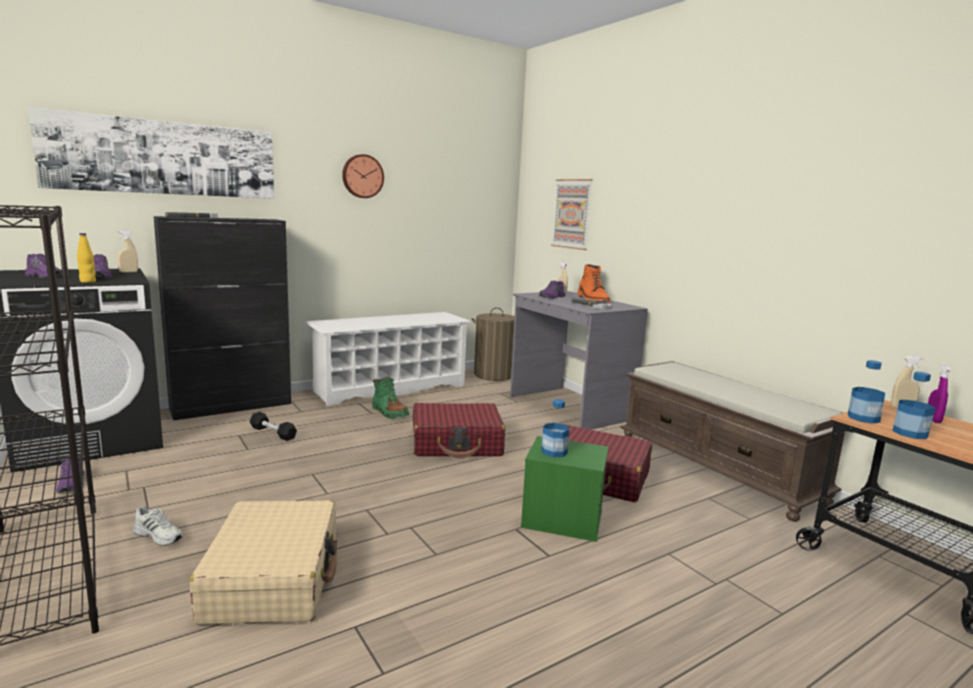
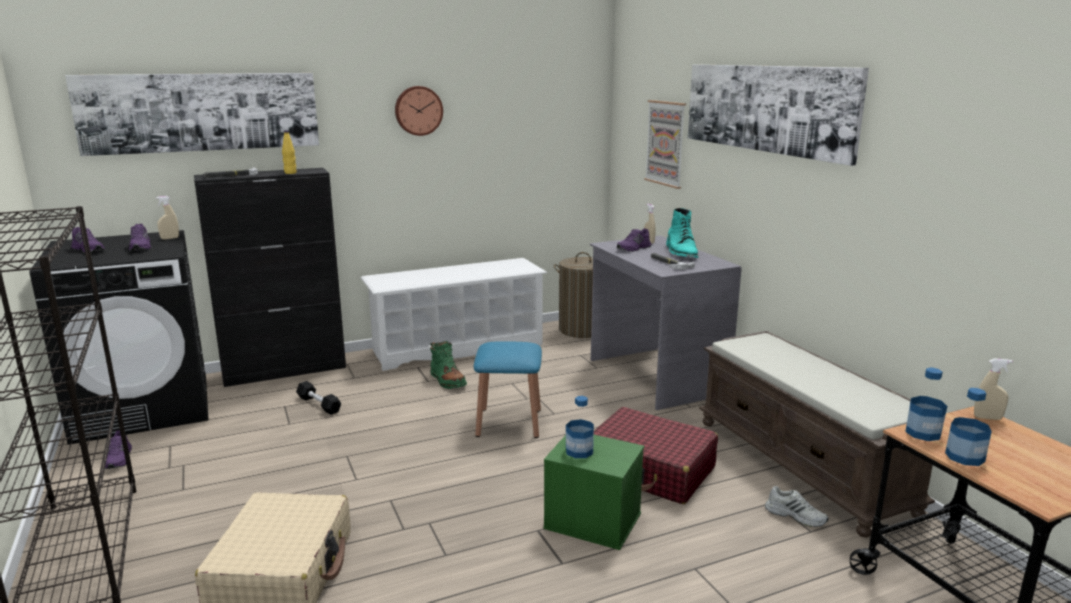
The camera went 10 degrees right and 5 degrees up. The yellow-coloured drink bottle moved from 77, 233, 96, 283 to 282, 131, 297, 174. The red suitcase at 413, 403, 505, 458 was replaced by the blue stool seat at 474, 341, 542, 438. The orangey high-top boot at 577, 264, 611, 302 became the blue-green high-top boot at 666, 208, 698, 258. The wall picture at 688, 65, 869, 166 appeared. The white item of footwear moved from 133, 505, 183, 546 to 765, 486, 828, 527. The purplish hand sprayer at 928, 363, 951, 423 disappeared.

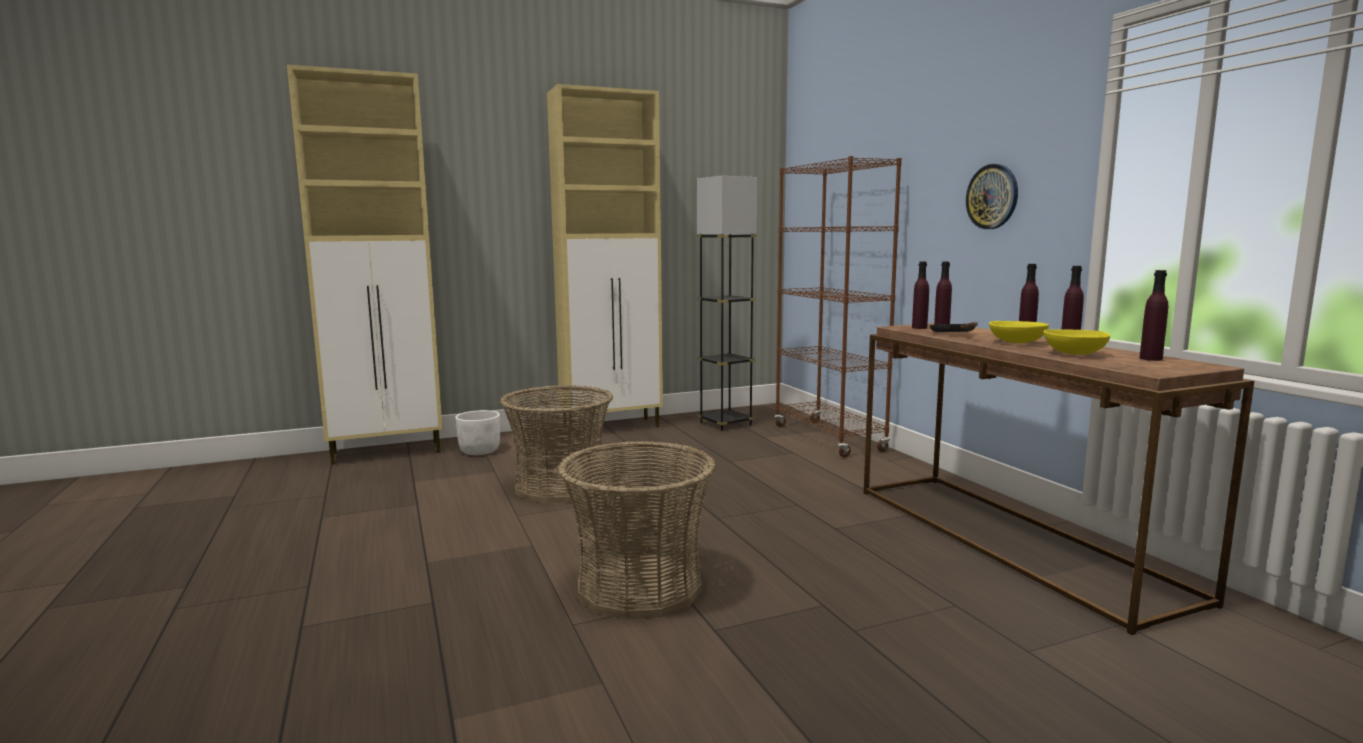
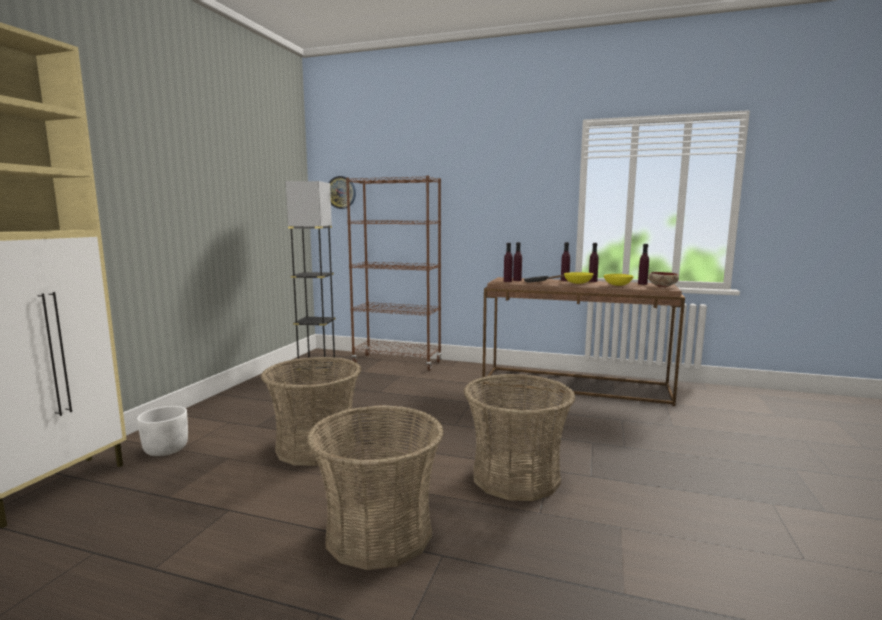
The camera went 50 degrees left and 0 degrees up. The storage basket at 307, 405, 444, 570 appeared. The clock on the wall moved from 966, 164, 1018, 229 to 329, 176, 356, 209. The deep dish at 648, 272, 679, 288 appeared. The beige storage cabinet at 547, 84, 663, 431 disappeared.

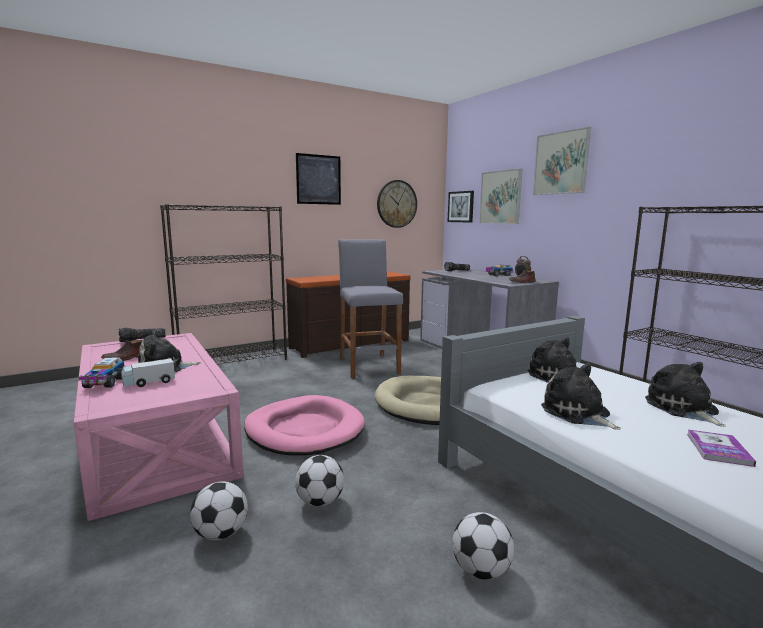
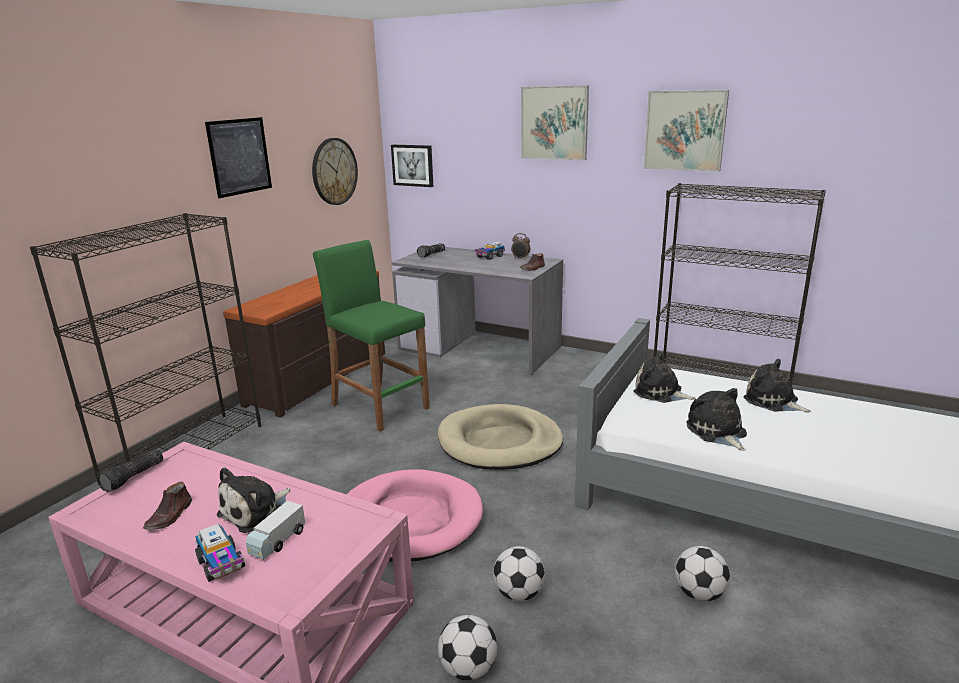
The camera went 30 degrees left and 10 degrees up. The greyish stool seat at 338, 239, 403, 379 became the greenish stool seat at 313, 240, 430, 432. The wall picture moved from 479, 169, 523, 224 to 643, 90, 729, 172. The soft toy at 541, 363, 621, 430 turned 45 degrees clockwise. The bound book at 687, 430, 756, 467 disappeared.

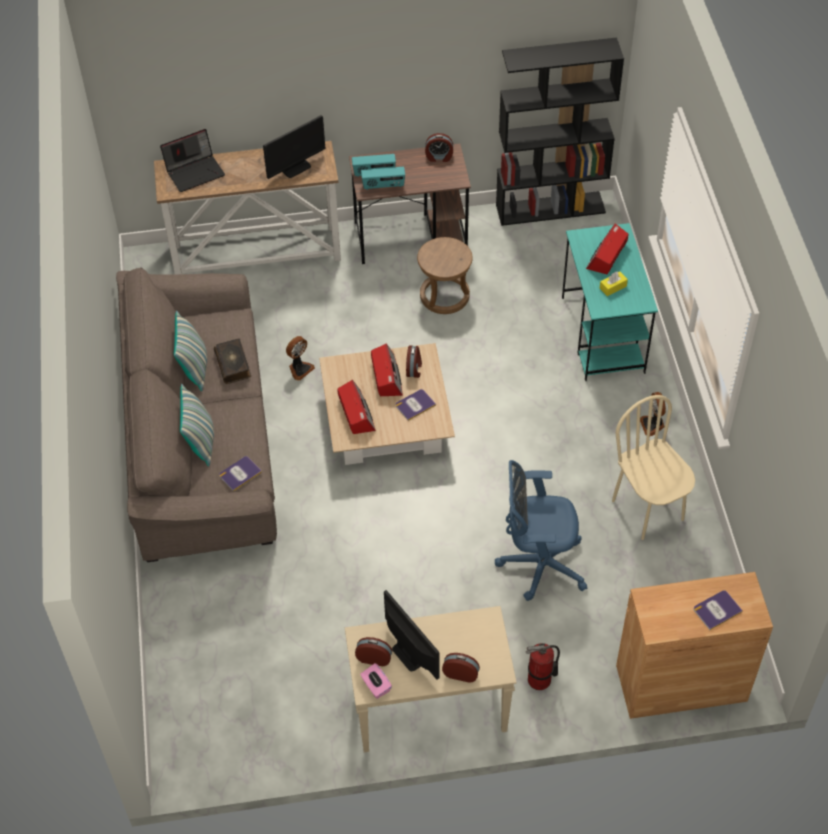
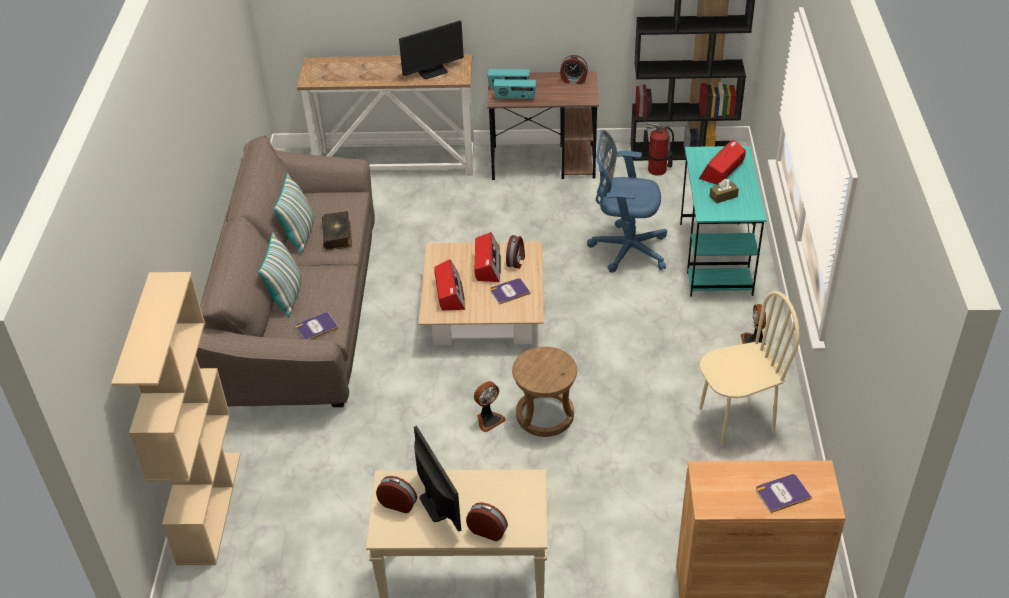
The camera went 10 degrees right and 10 degrees down. The beige bookshelf at 111, 272, 241, 565 appeared. The cooling fan moved from 286, 336, 315, 381 to 474, 381, 506, 432. The brown stool seat moved from 417, 237, 473, 314 to 512, 347, 577, 437. The blue office chair moved from 495, 460, 587, 601 to 587, 130, 667, 273. The fire extinguisher moved from 526, 643, 560, 690 to 646, 123, 674, 175. The beige chair at 612, 395, 695, 540 turned 90 degrees clockwise. The yellow-coloured tissue box at 600, 271, 628, 296 became the brown tissue box at 710, 179, 739, 204. The portable computer at 160, 129, 225, 192 disappeared. The pink tissue box at 360, 663, 392, 699 disappeared.

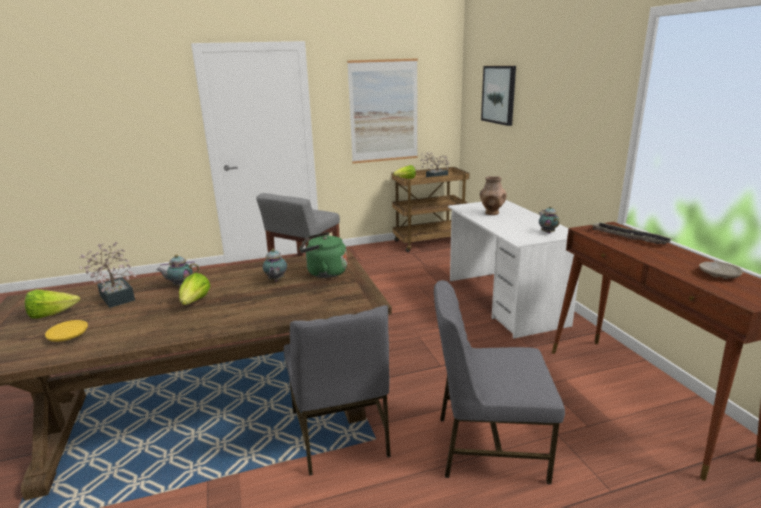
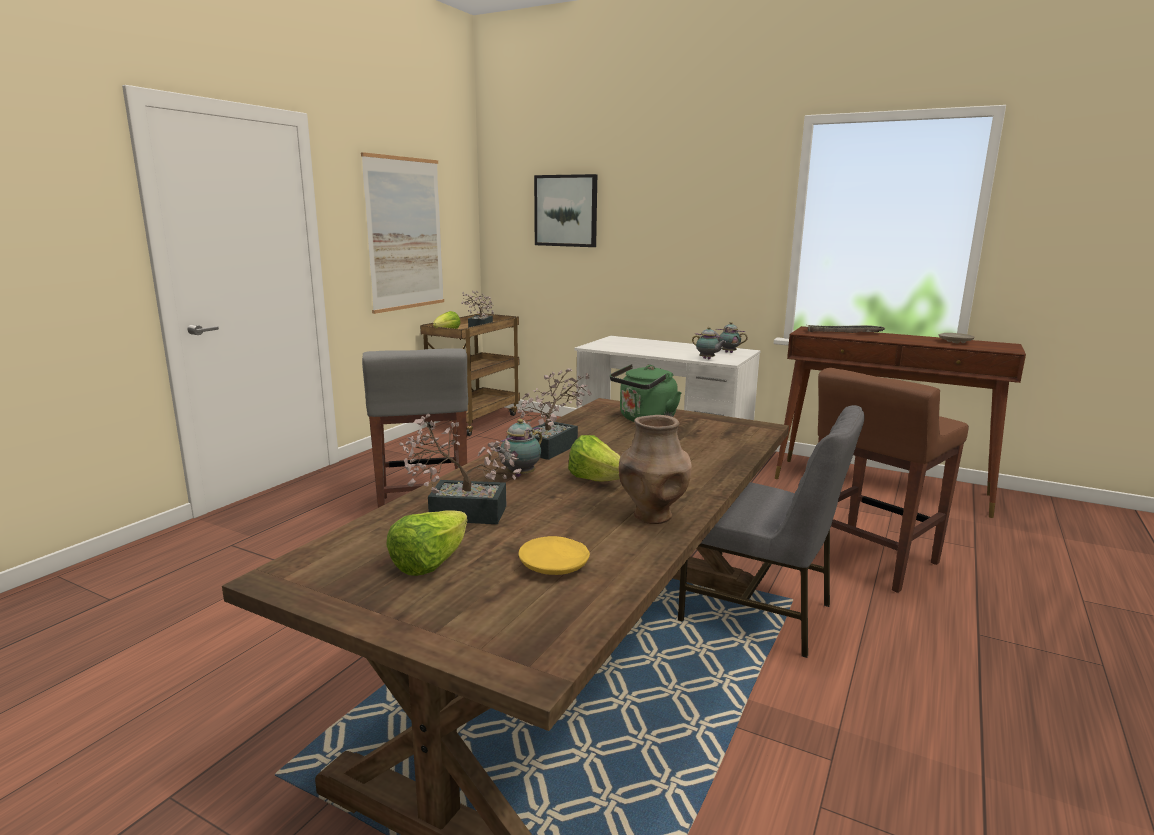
The camera went 45 degrees left and 5 degrees down. The houseplant at 517, 368, 592, 460 appeared. The brown flower vase moved from 480, 176, 507, 215 to 619, 415, 692, 524. The pot for tea moved from 263, 249, 287, 281 to 692, 327, 726, 359. The greyish chair at 434, 280, 565, 484 was replaced by the brown stool seat at 818, 368, 969, 593.

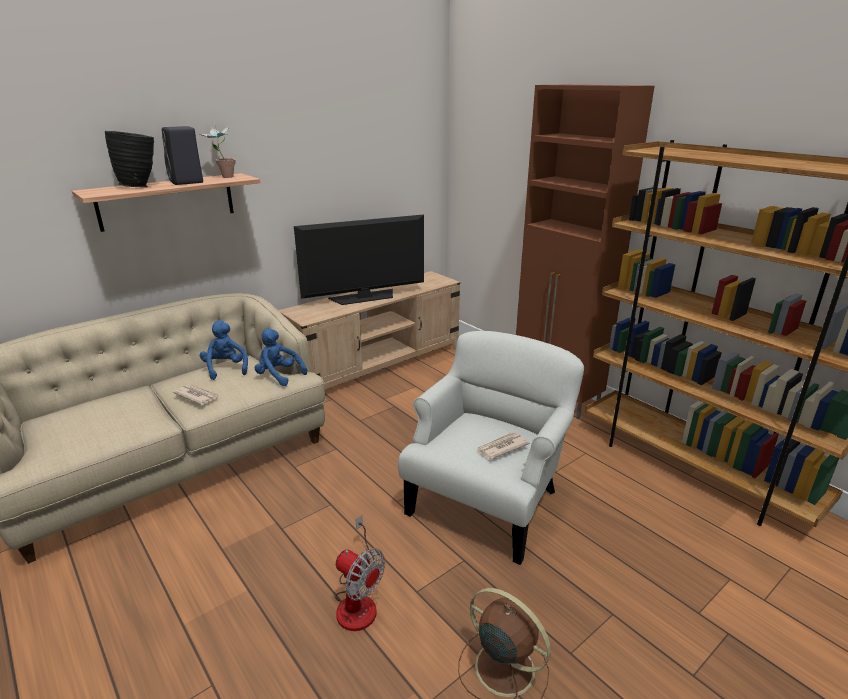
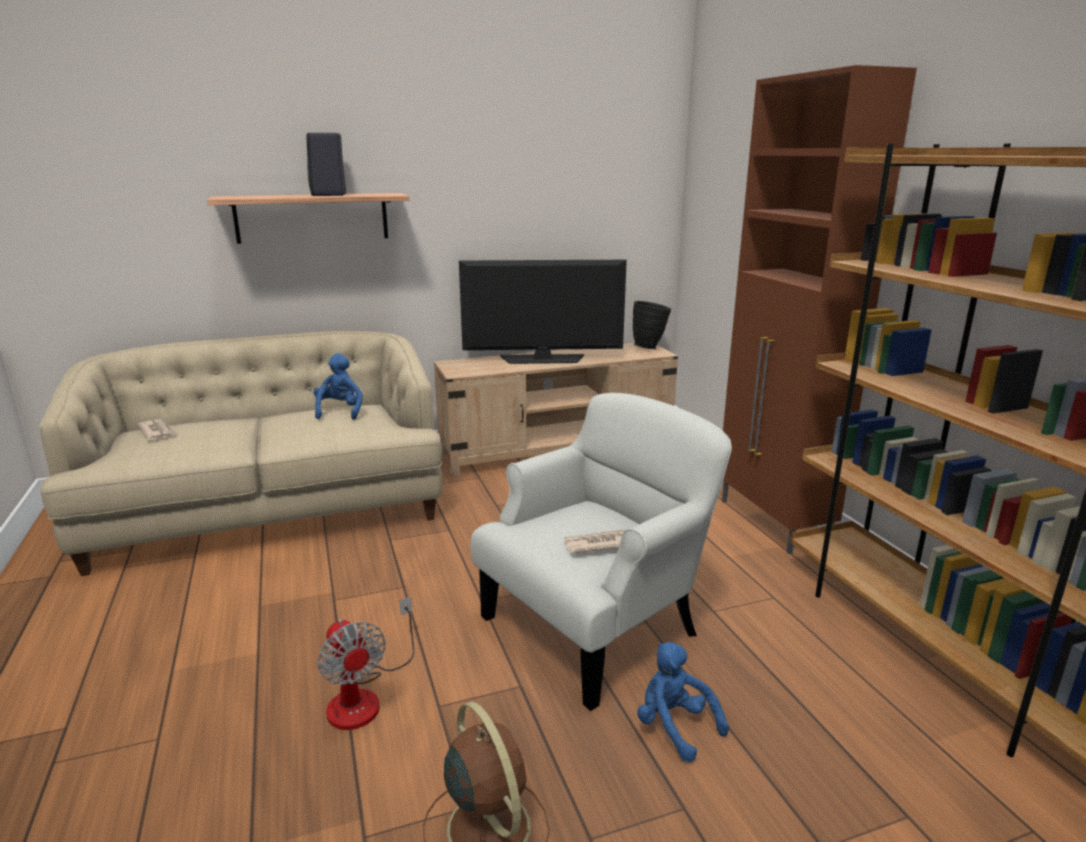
The camera went 20 degrees right and 5 degrees down. The printed paper moved from 173, 384, 219, 405 to 137, 419, 178, 440. The black-coloured flower vase moved from 105, 131, 154, 188 to 633, 301, 671, 349. The blue soft toy moved from 255, 329, 307, 386 to 637, 642, 729, 762. The houseplant at 200, 125, 236, 178 disappeared.

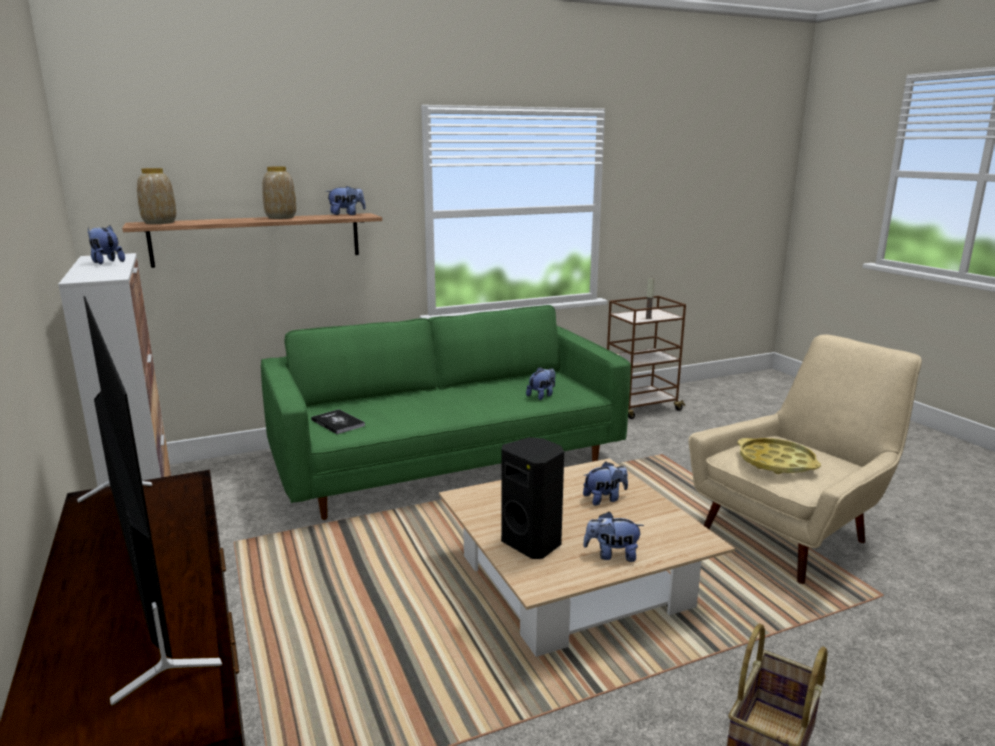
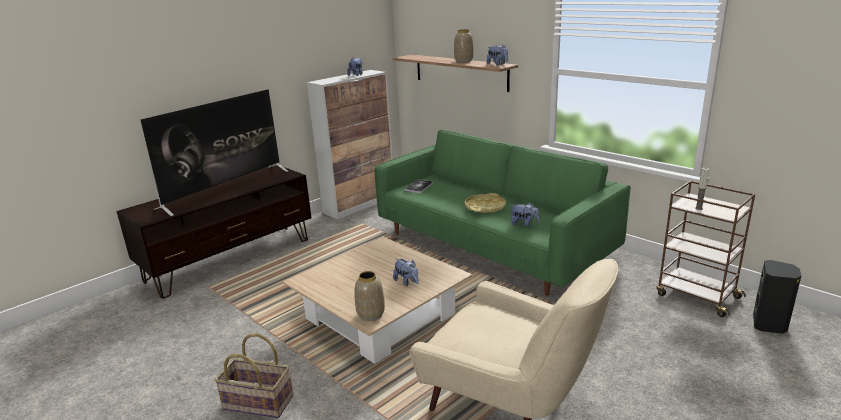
The camera went 70 degrees right and 5 degrees up. The flower vase moved from 137, 168, 176, 224 to 354, 271, 385, 321. The yellow-coloured carrying tray moved from 737, 438, 821, 474 to 465, 193, 506, 213. The black-coloured speaker moved from 501, 437, 564, 559 to 753, 260, 801, 334. The soft toy at 583, 512, 644, 562 disappeared.

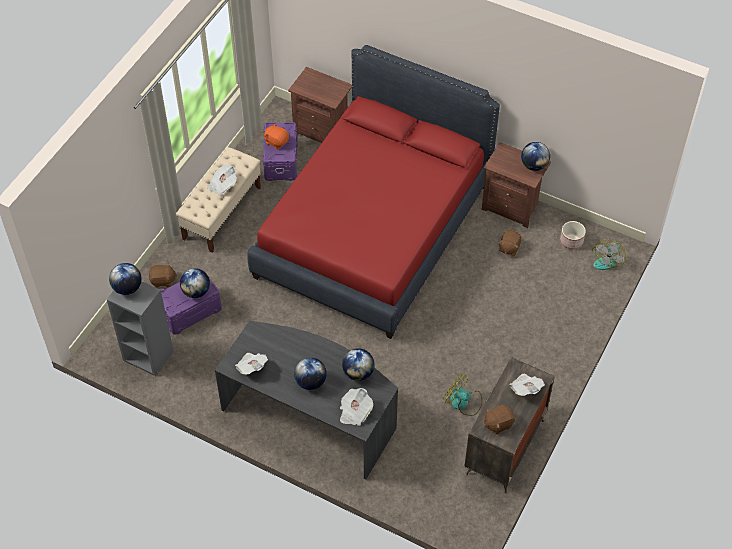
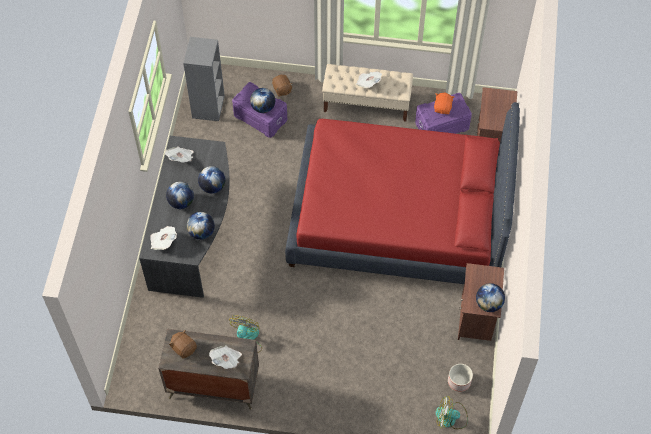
The camera went 70 degrees right and 5 degrees up. The world globe moved from 109, 263, 142, 295 to 198, 166, 226, 193. The brown soft toy at 498, 230, 521, 256 disappeared.

